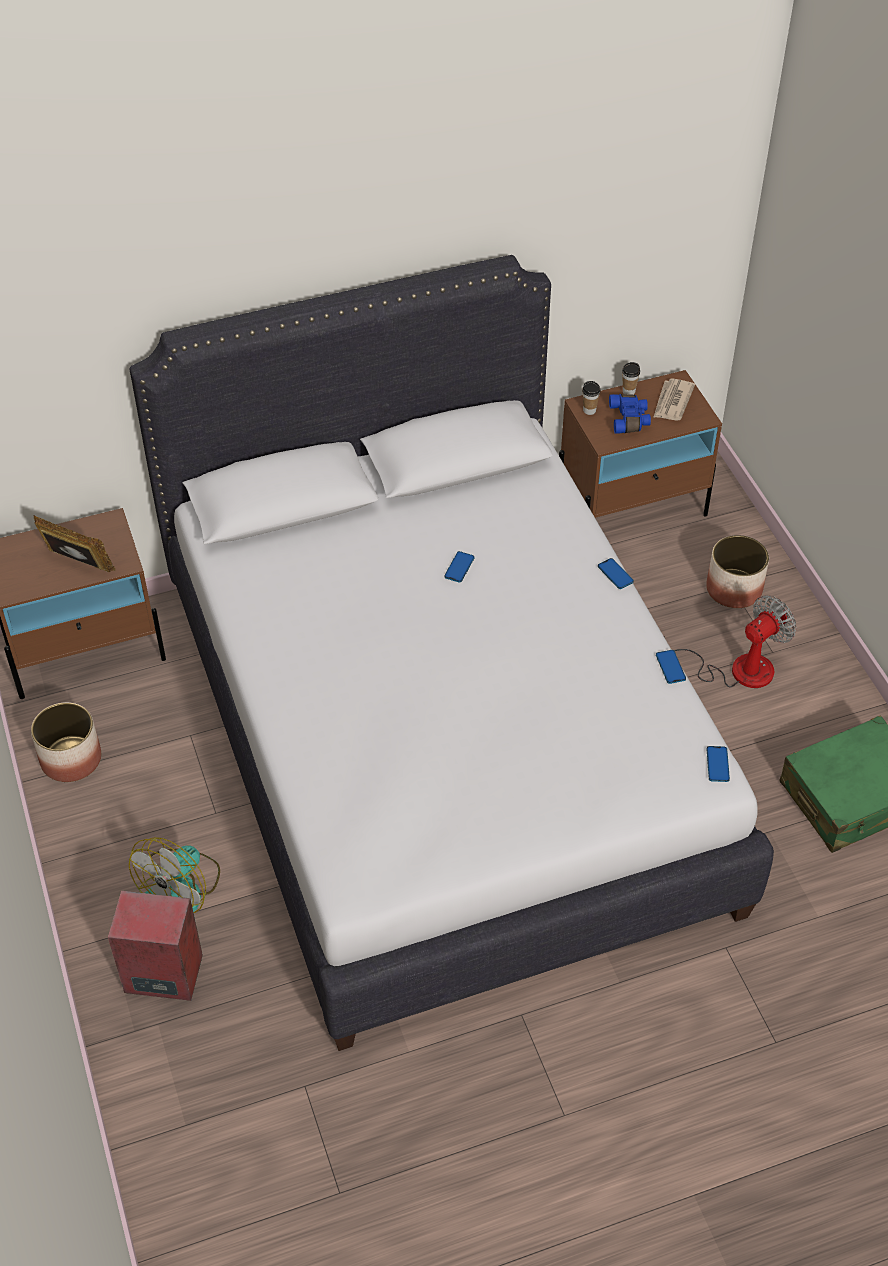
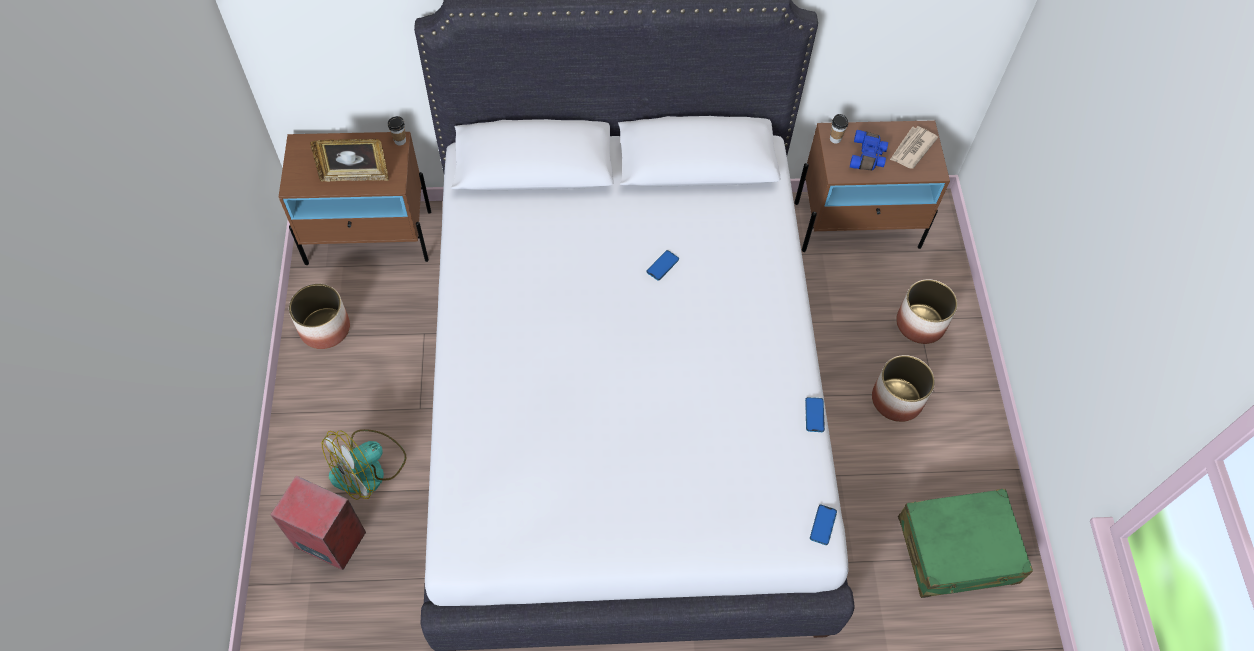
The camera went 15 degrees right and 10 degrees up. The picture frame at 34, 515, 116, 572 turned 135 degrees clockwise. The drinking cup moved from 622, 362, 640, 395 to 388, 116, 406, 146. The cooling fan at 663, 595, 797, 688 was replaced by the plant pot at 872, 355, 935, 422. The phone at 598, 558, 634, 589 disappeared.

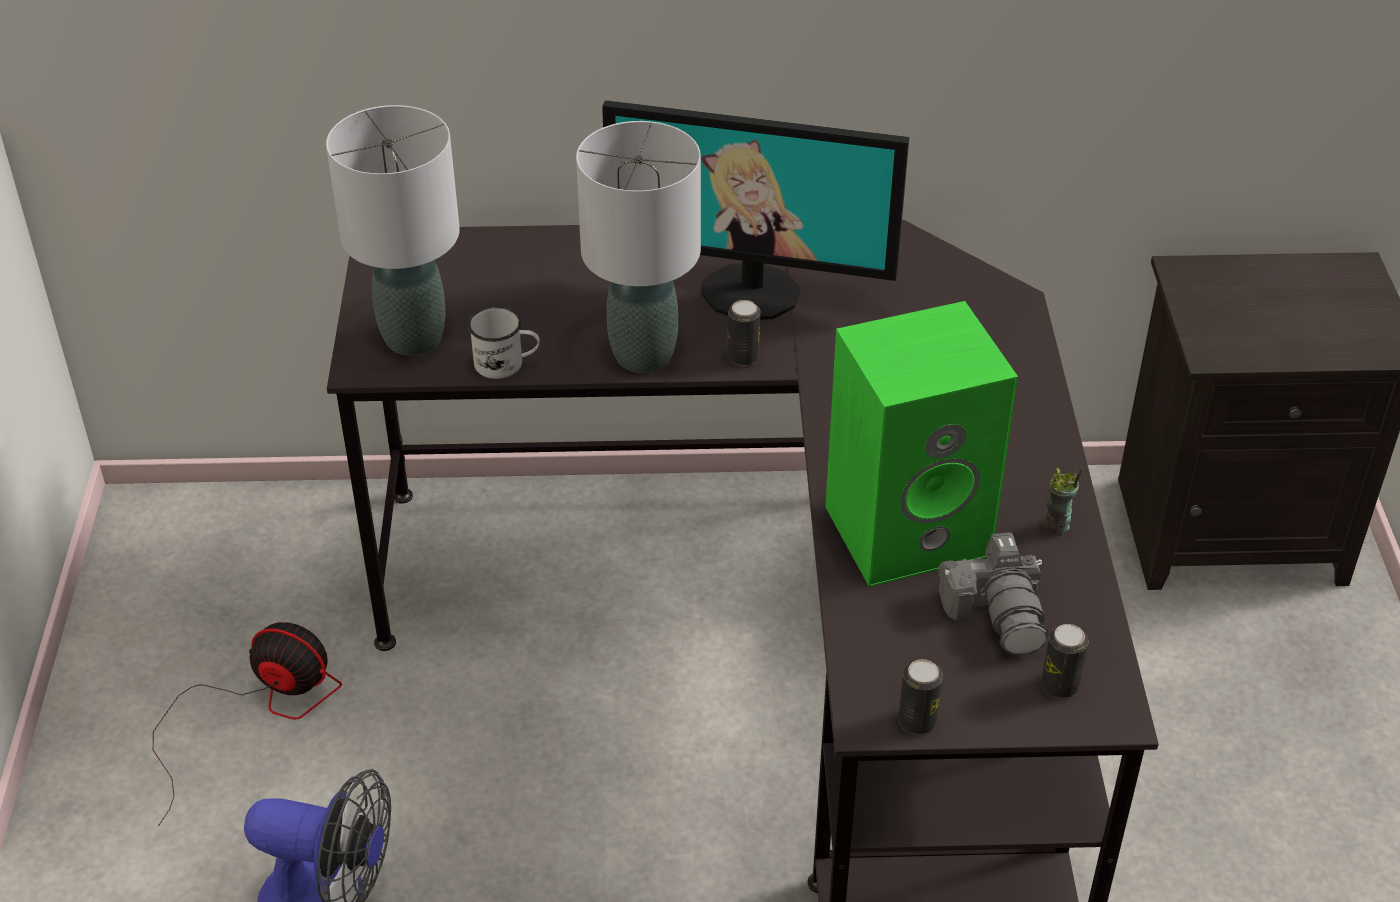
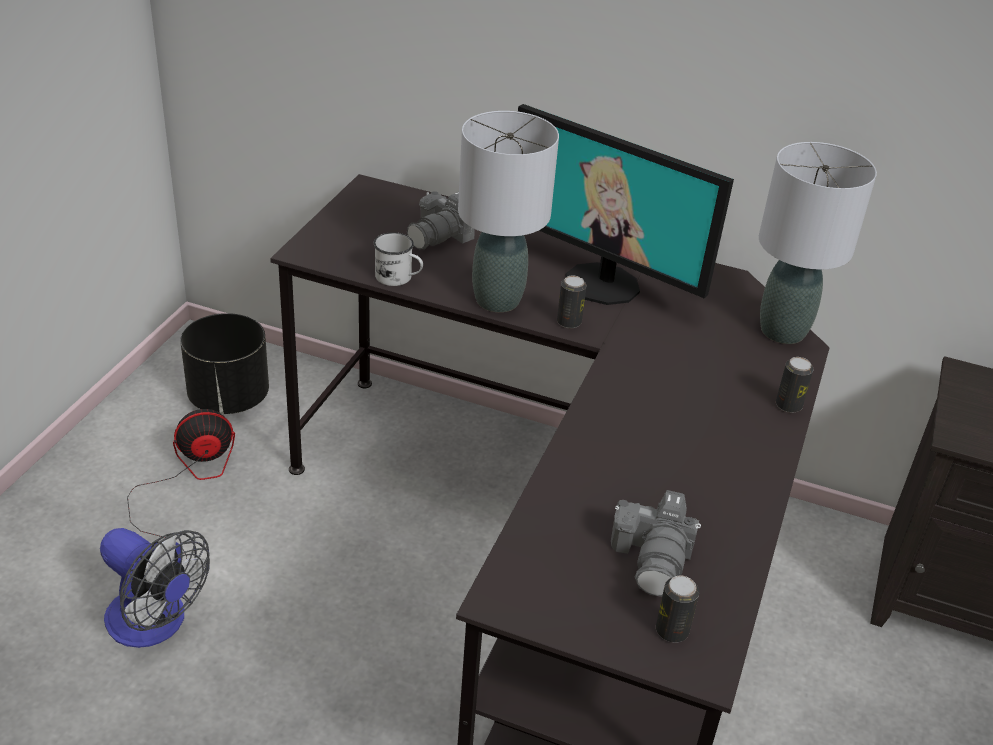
The camera went 20 degrees right and 5 degrees down. The cooling fan at 153, 622, 342, 826 turned 60 degrees counterclockwise. The black-coloured plant pot at 180, 313, 269, 414 appeared. The photo camera at 407, 191, 475, 250 appeared. The greyish lamp for a table moved from 326, 105, 459, 355 to 759, 142, 877, 344. The can moved from 898, 659, 943, 734 to 776, 357, 813, 413. The greenish speaker at 825, 301, 1018, 587 disappeared. The drinking cup at 1043, 467, 1083, 536 disappeared.

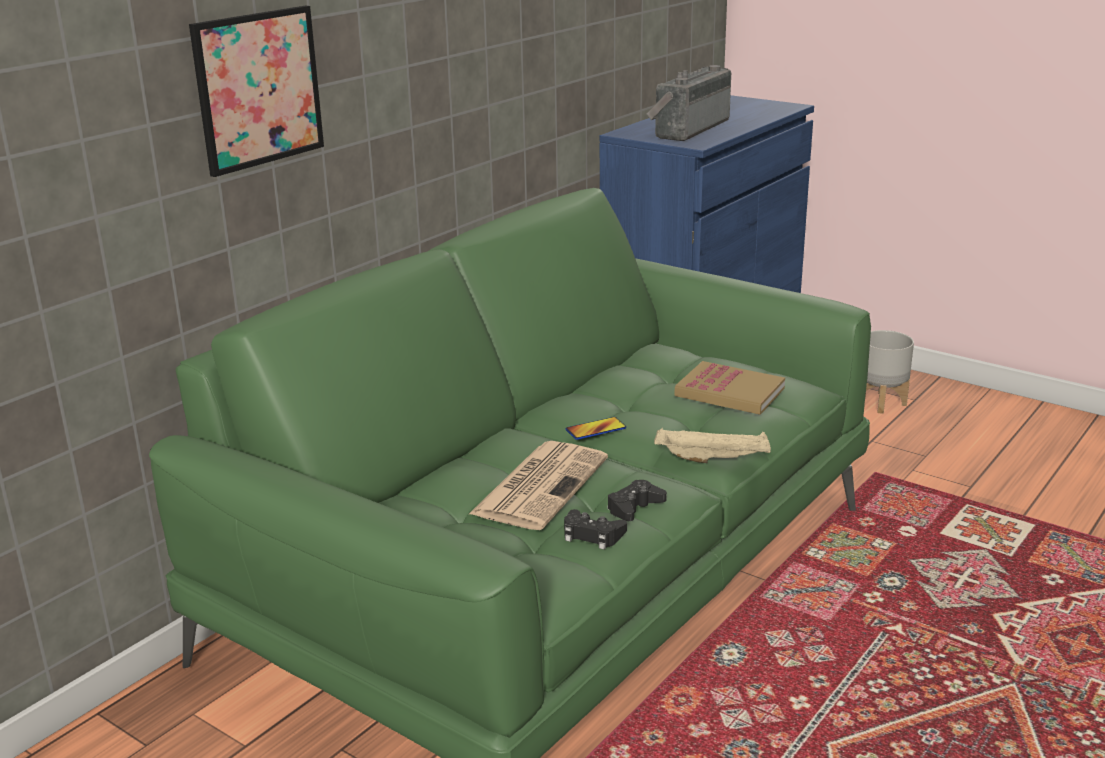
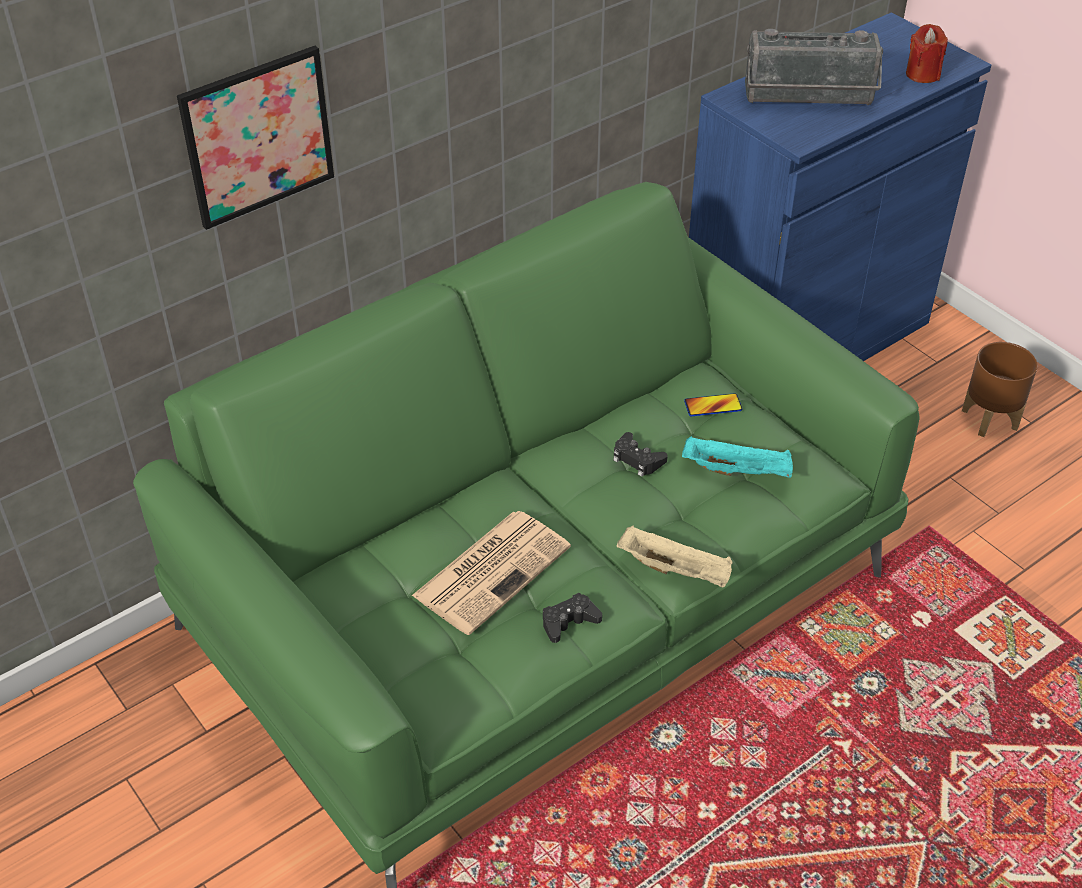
The camera went 15 degrees right and 20 degrees up. The black-coloured game controller moved from 564, 509, 627, 550 to 613, 432, 668, 477. The bound book at 675, 361, 785, 415 was replaced by the blue-green carrying tray at 682, 436, 793, 478. The phone moved from 566, 417, 626, 440 to 684, 393, 742, 416. The radio set at 646, 65, 731, 141 turned 135 degrees counterclockwise. The red wax candle at 906, 24, 948, 83 appeared. The greyish plant pot at 866, 330, 914, 414 became the brown plant pot at 962, 342, 1038, 437.

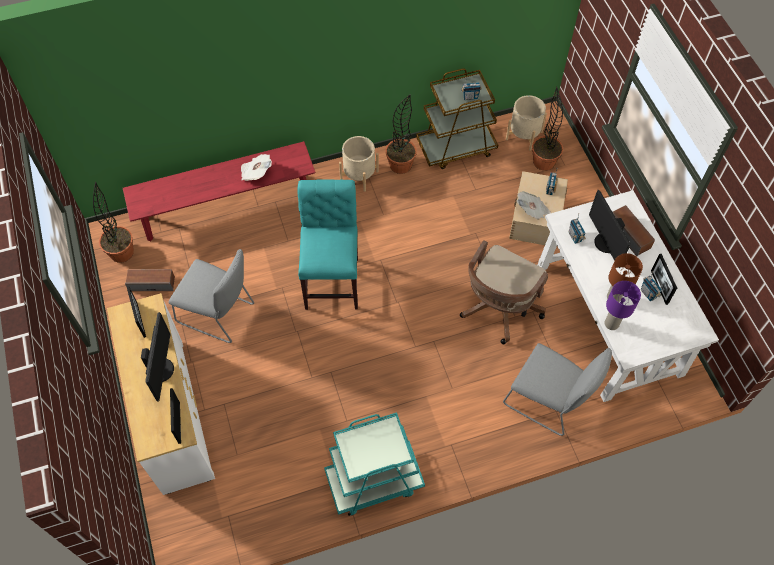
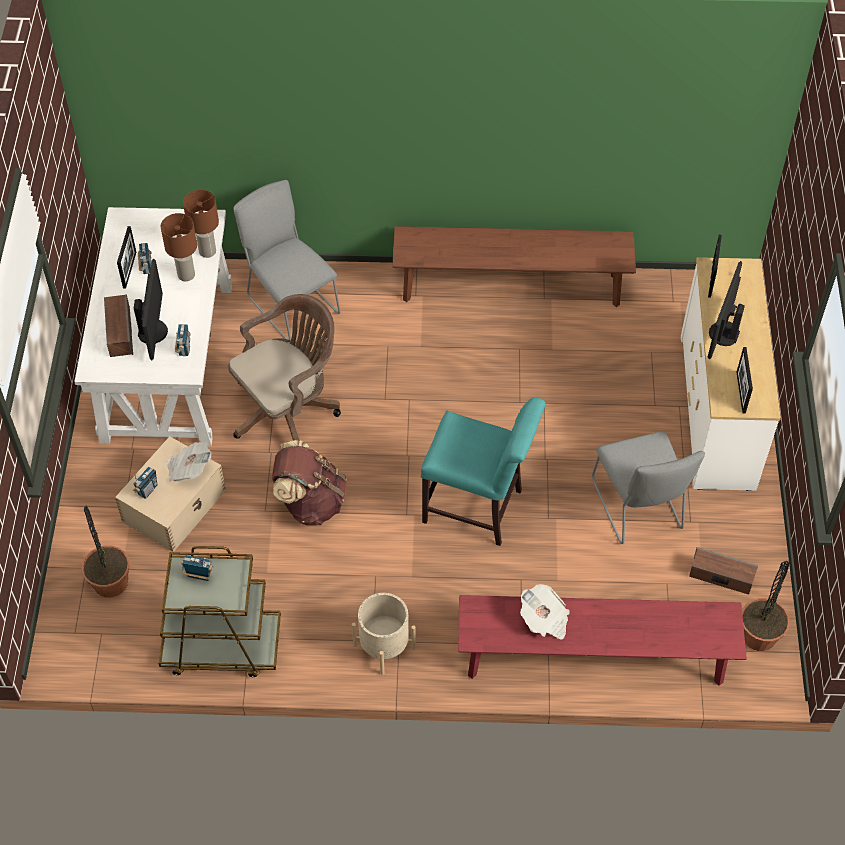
The camera went 160 degrees left and 5 degrees down. The purplish lamp for a table at 605, 281, 641, 330 became the brown lamp for a table at 183, 190, 219, 258. The brown knapsack at 272, 440, 347, 526 appeared. The blue-green wheeled cart at 324, 412, 425, 516 was replaced by the brown long seat at 392, 226, 636, 307. The blue-green chair at 297, 179, 358, 310 turned 90 degrees counterclockwise. The greyish chair at 169, 249, 254, 343 turned 150 degrees counterclockwise. The houseplant at 385, 94, 417, 174 disappeared. The beige plant pot at 506, 95, 547, 151 disappeared.

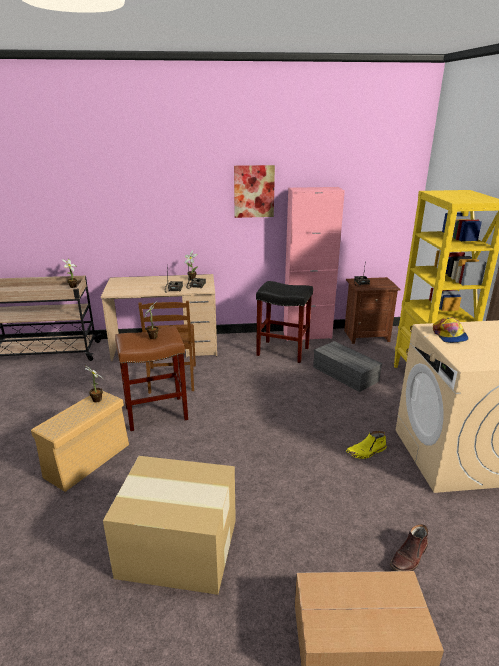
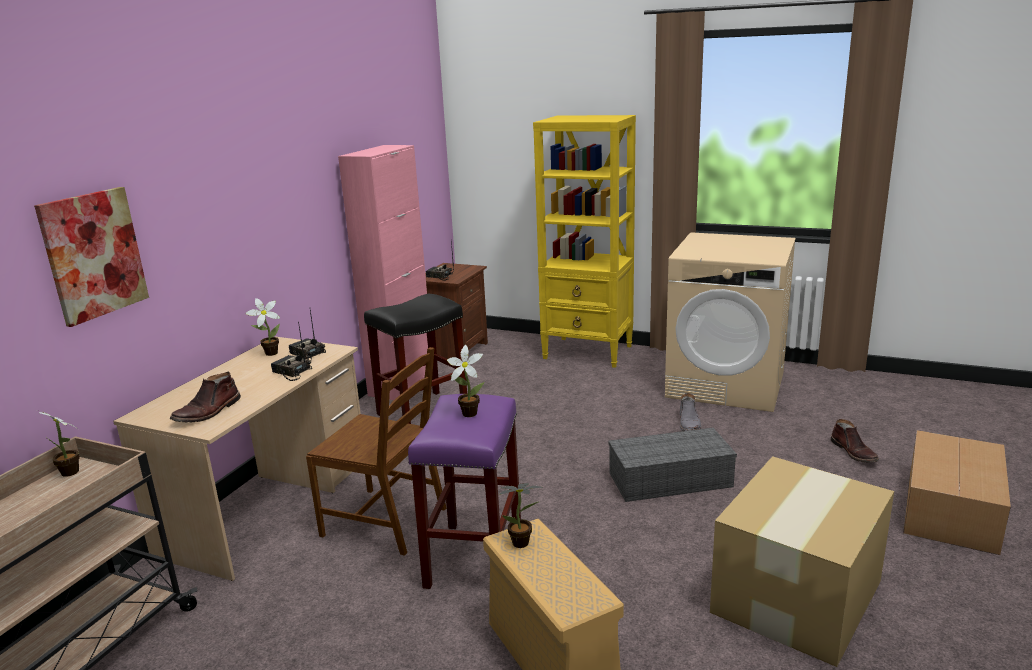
The camera went 60 degrees left and 5 degrees down. The wall picture moved from 234, 165, 275, 218 to 34, 187, 149, 327. The brown high-top boot at 170, 371, 241, 422 appeared. The brown stool seat at 115, 326, 188, 431 became the purplish stool seat at 408, 394, 521, 589. The greyish storage bin moved from 313, 341, 382, 392 to 608, 428, 737, 502. The yellow-coloured high-top boot at 346, 431, 387, 459 became the greyish high-top boot at 680, 393, 701, 431. The baseball cap at 433, 317, 469, 343 disappeared.

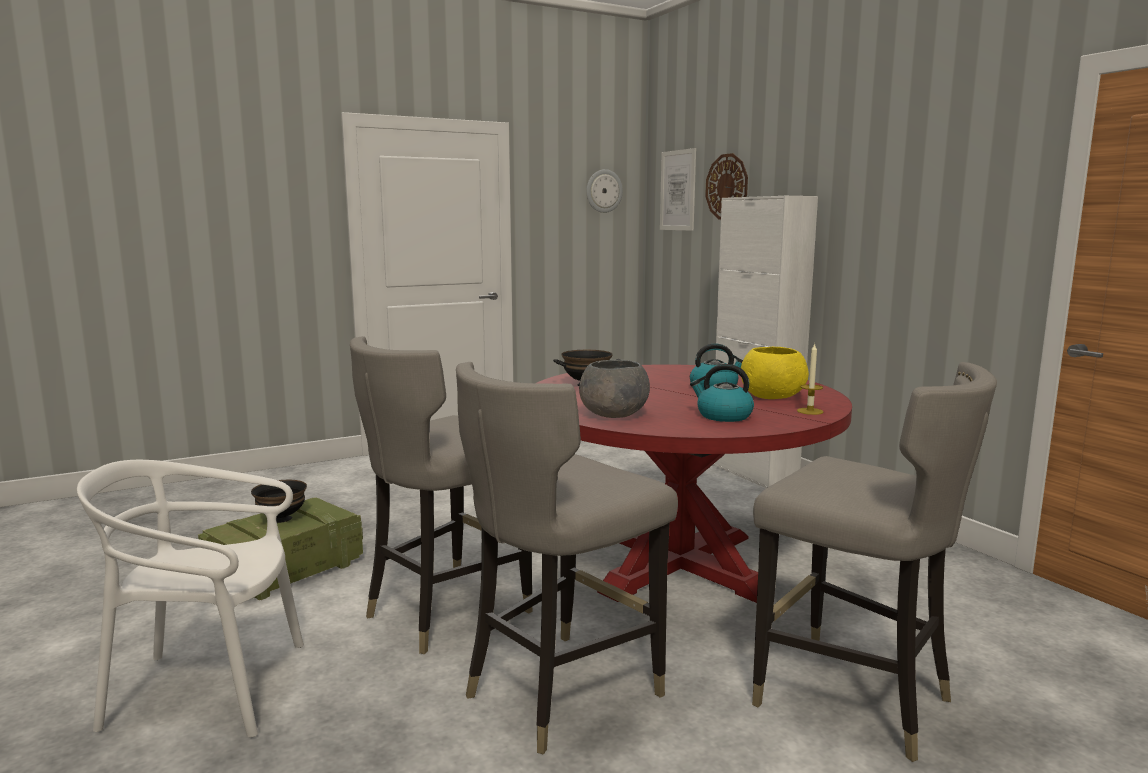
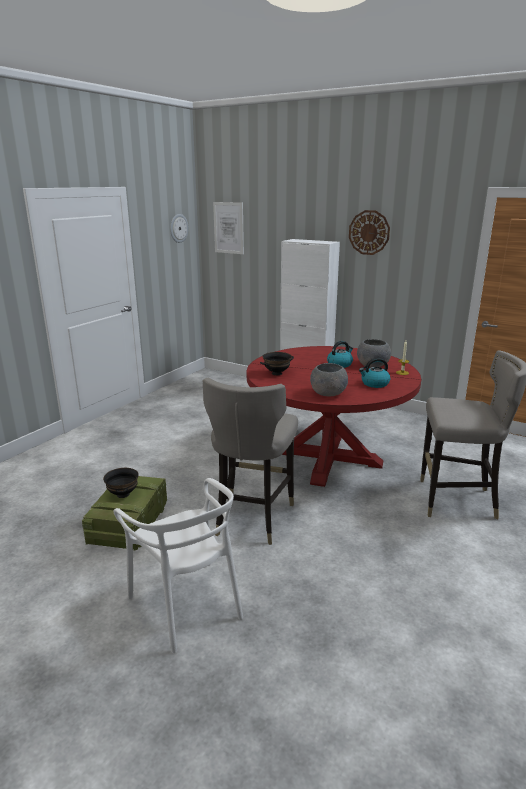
The camera went 30 degrees left and 10 degrees up. The white chair at 77, 460, 304, 737 turned 90 degrees counterclockwise. The clock on the wall moved from 705, 153, 748, 220 to 349, 210, 390, 255. The yellow-coloured deep dish at 741, 347, 809, 399 became the greyish deep dish at 357, 339, 391, 368. The greyish stool seat at 456, 362, 678, 755 disappeared.

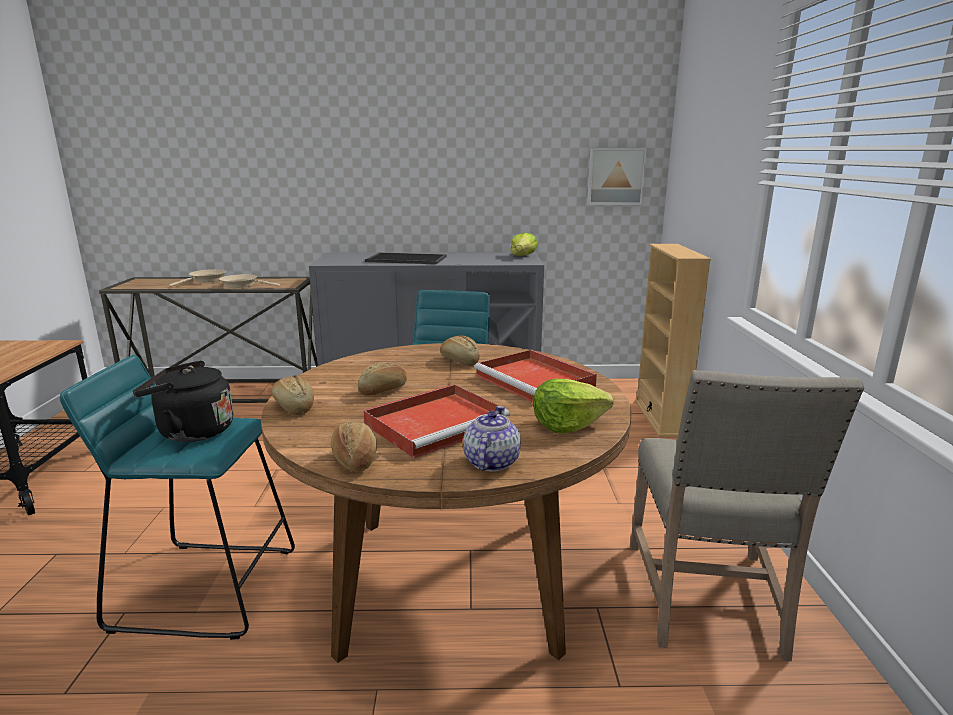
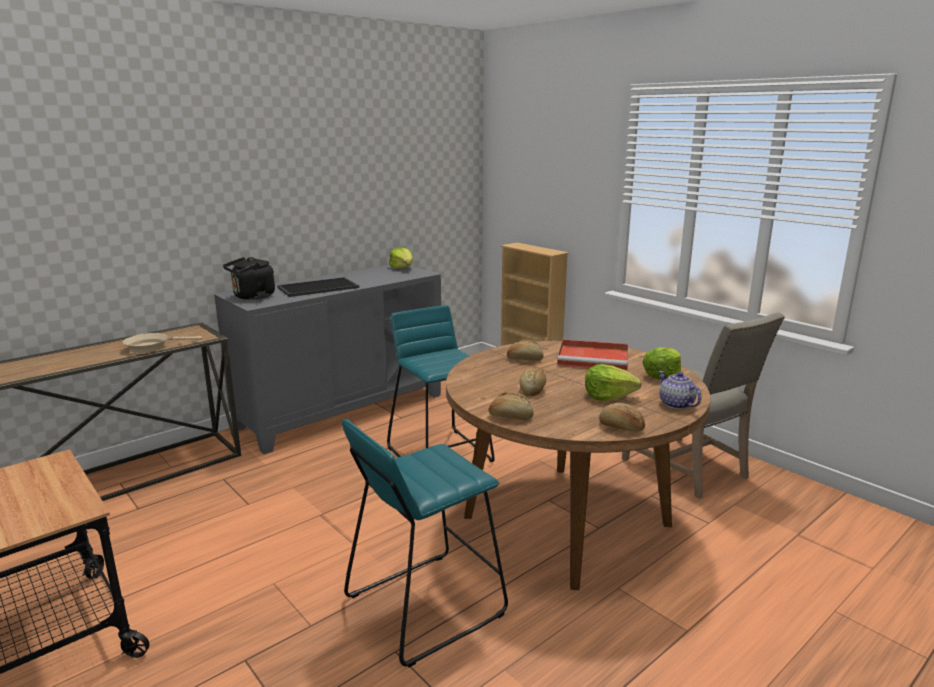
The camera went 40 degrees left and 0 degrees up. The black-coloured water kettle moved from 133, 360, 233, 442 to 223, 257, 275, 300. The red carrying tray at 363, 384, 510, 458 was replaced by the lettuce head at 585, 364, 642, 401. The beige frying pan at 169, 269, 226, 287 disappeared. The wall picture at 587, 148, 647, 205 disappeared.

